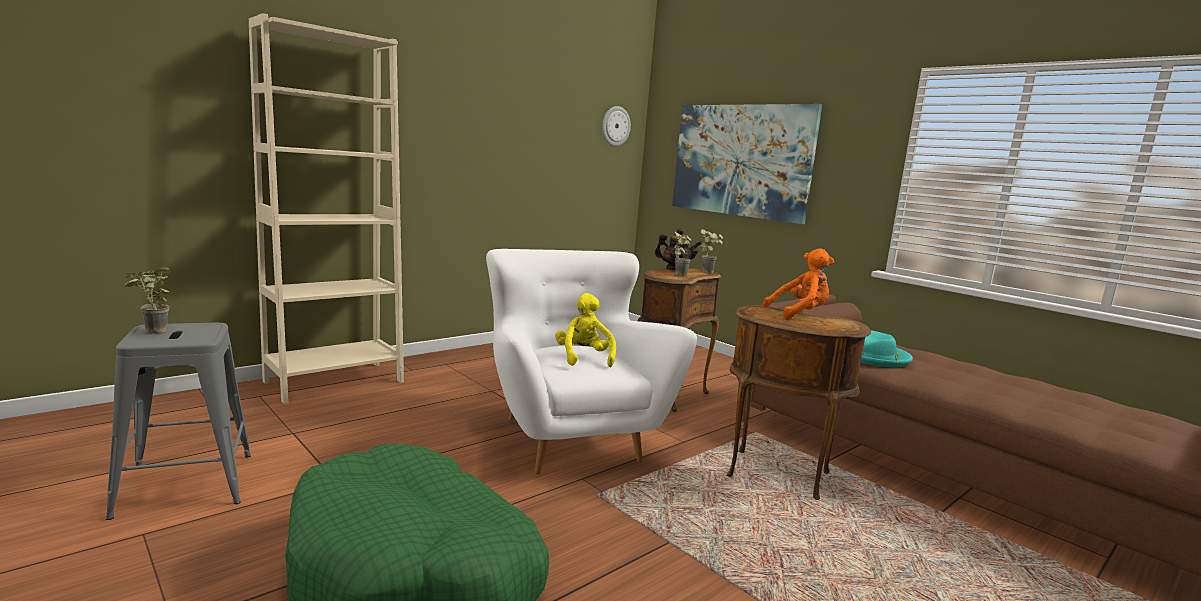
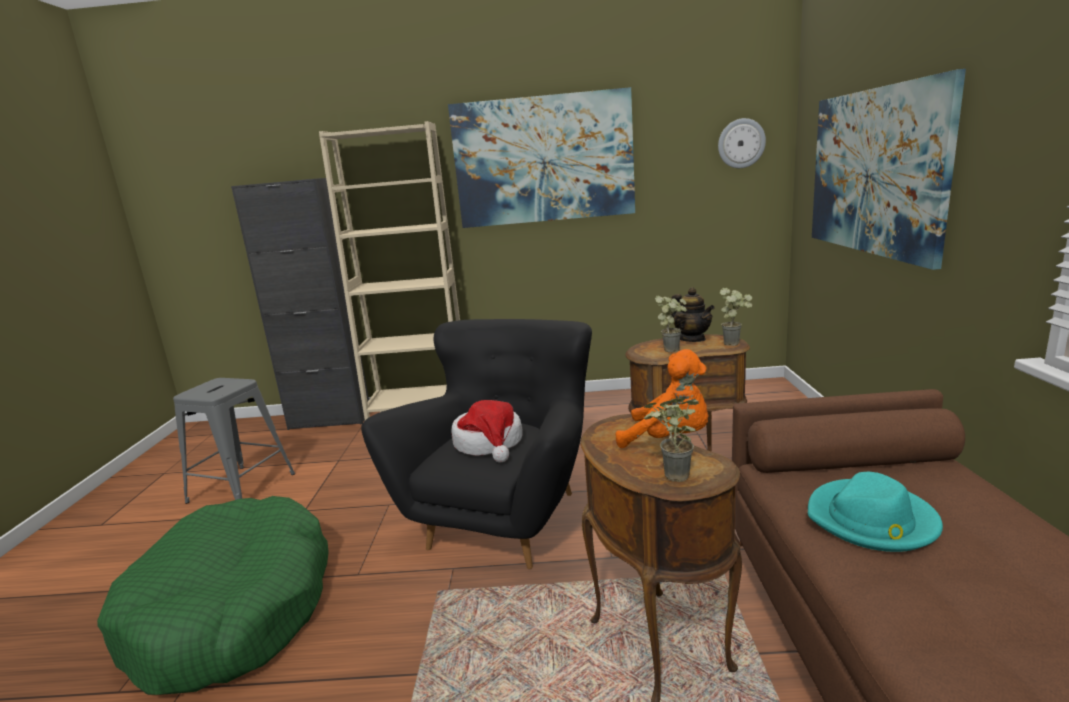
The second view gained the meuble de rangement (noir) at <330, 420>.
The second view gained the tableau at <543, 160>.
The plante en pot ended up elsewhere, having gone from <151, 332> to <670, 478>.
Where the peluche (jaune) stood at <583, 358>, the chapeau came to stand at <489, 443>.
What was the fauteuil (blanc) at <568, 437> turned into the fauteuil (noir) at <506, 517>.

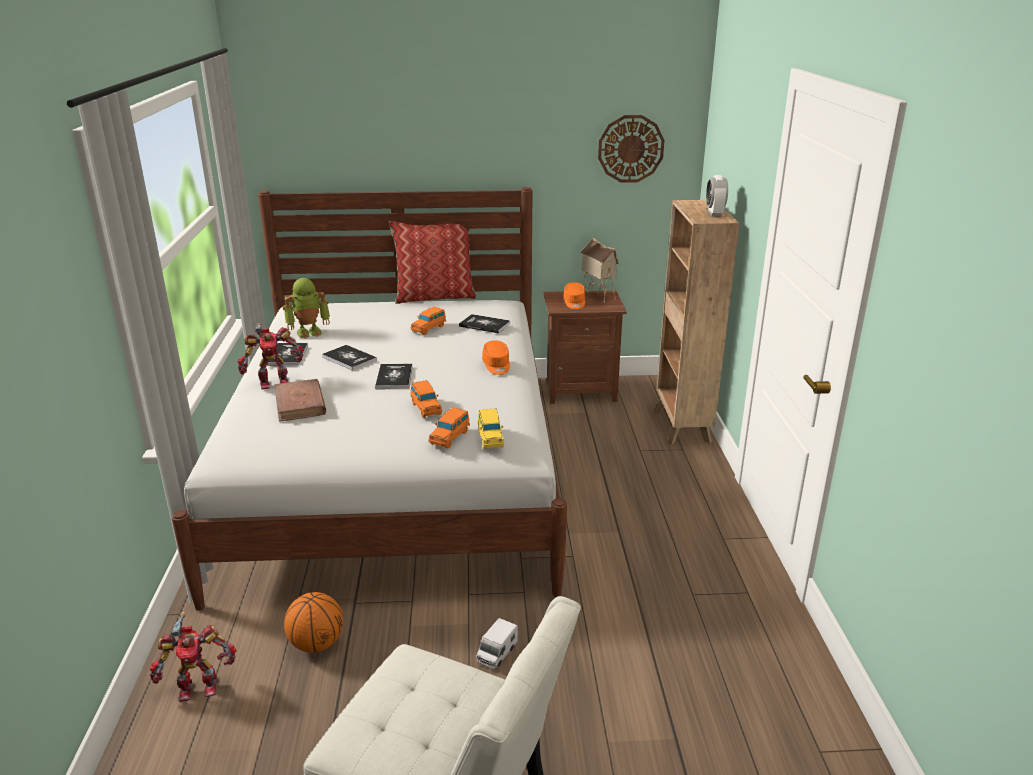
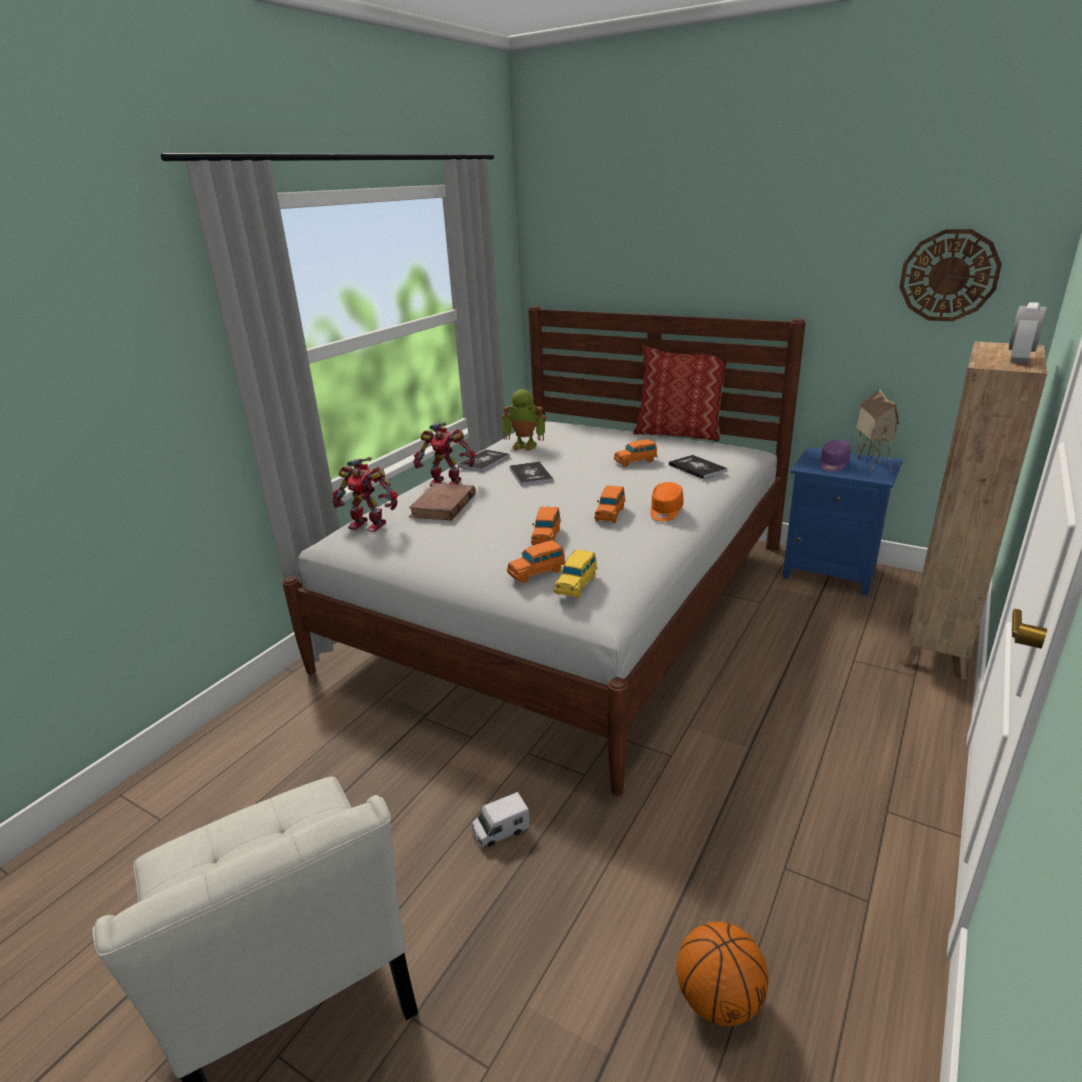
The second view lost the livre at <394, 377>.
The second view gained the petite voiture (orange) at <610, 514>.
The robot jouet ended up elsewhere, having gone from <198, 686> to <369, 524>.
The ballon de basket ended up elsewhere, having gone from <317, 644> to <718, 1000>.
What was the table de chevet (marron) at <580, 390> turned into the table de chevet (bleu) at <830, 571>.
What was the casquette (orange) at <574, 303> turned into the casquette (violet) at <833, 464>.

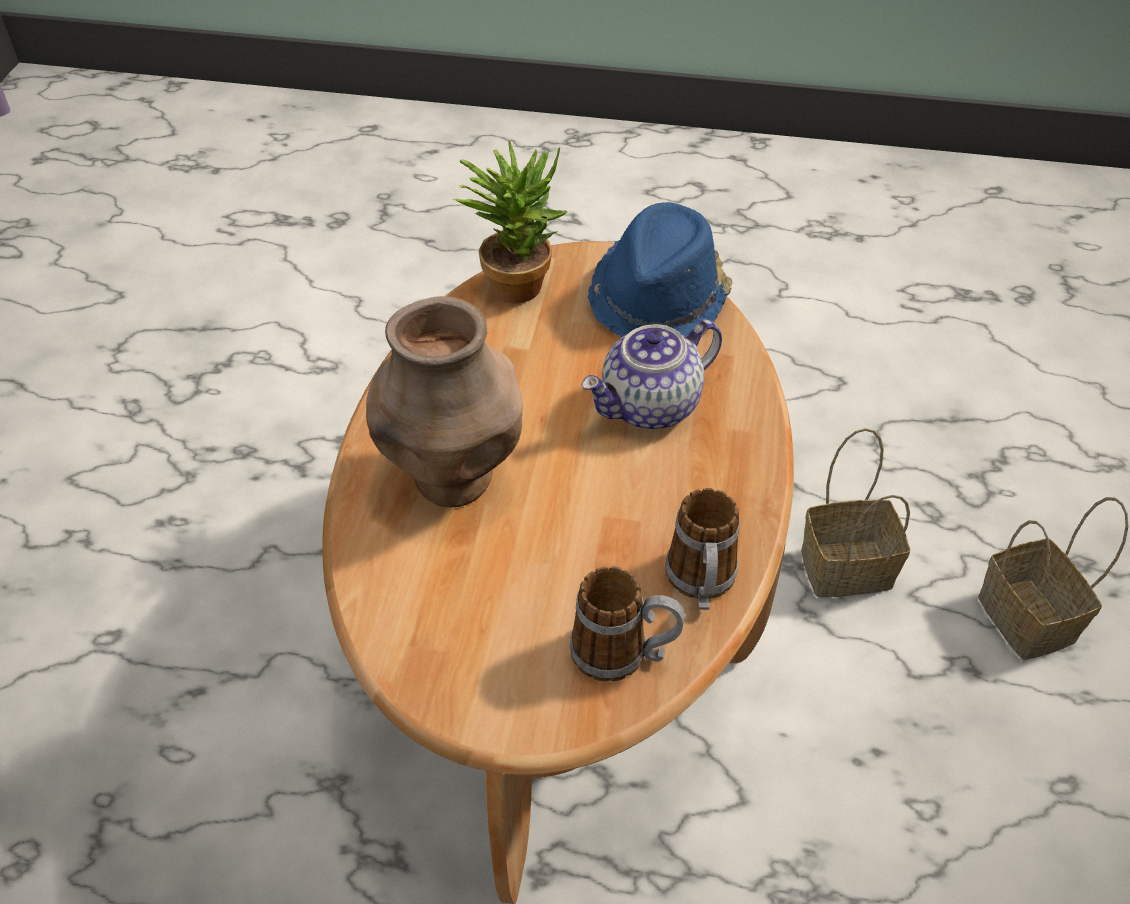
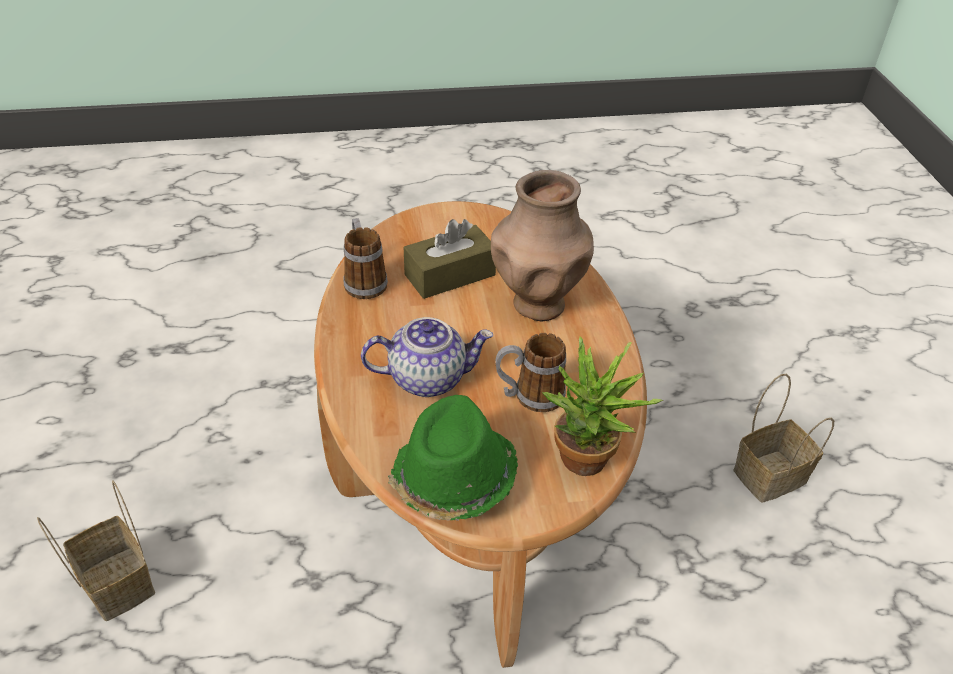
The second view gained the boîte à mouchoirs (marron) at <450, 275>.
The mug ended up elsewhere, having gone from <623, 654> to <529, 396>.
The panier ended up elsewhere, having gone from <848, 566> to <769, 478>.
What was the chapeau (bleu) at <660, 297> turned into the chapeau (vert) at <453, 479>.
The théière at <650, 407> ended up facing another way, 45 degrees clockwise from before.

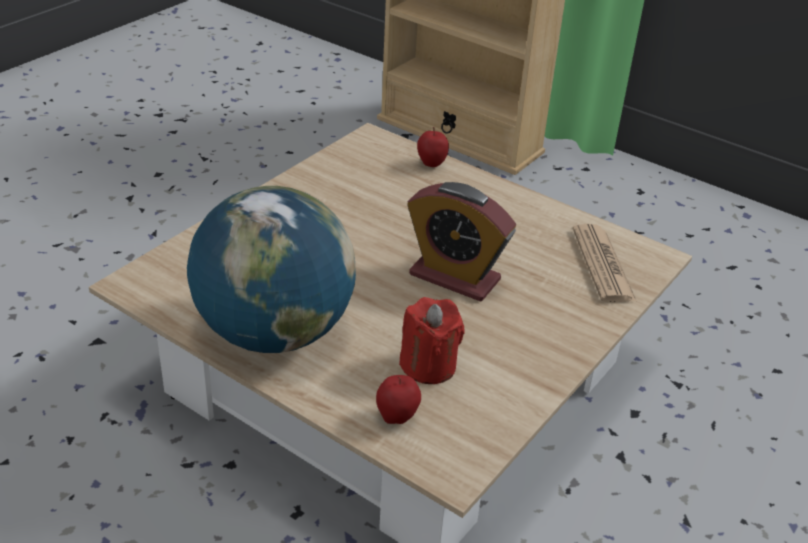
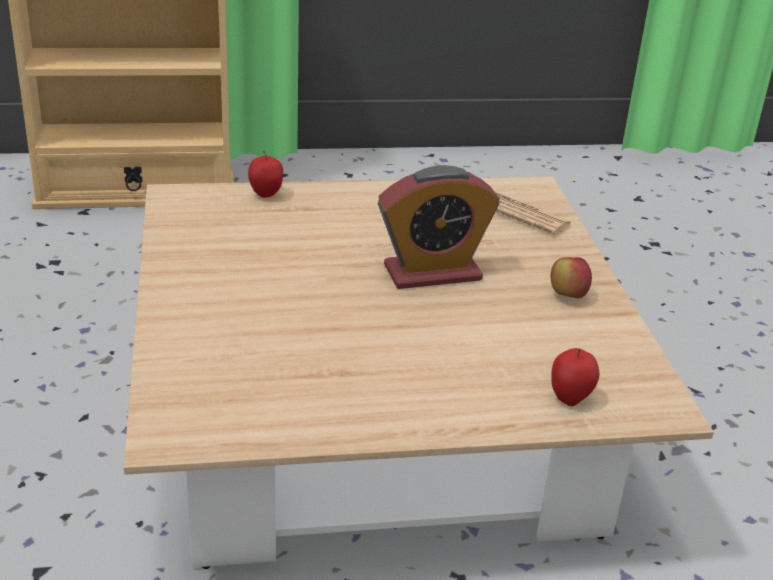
The second view lost the globe at <274, 332>.
The second view lost the bougie (rouge) at <428, 365>.
The second view gained the pomme at <567, 295>.

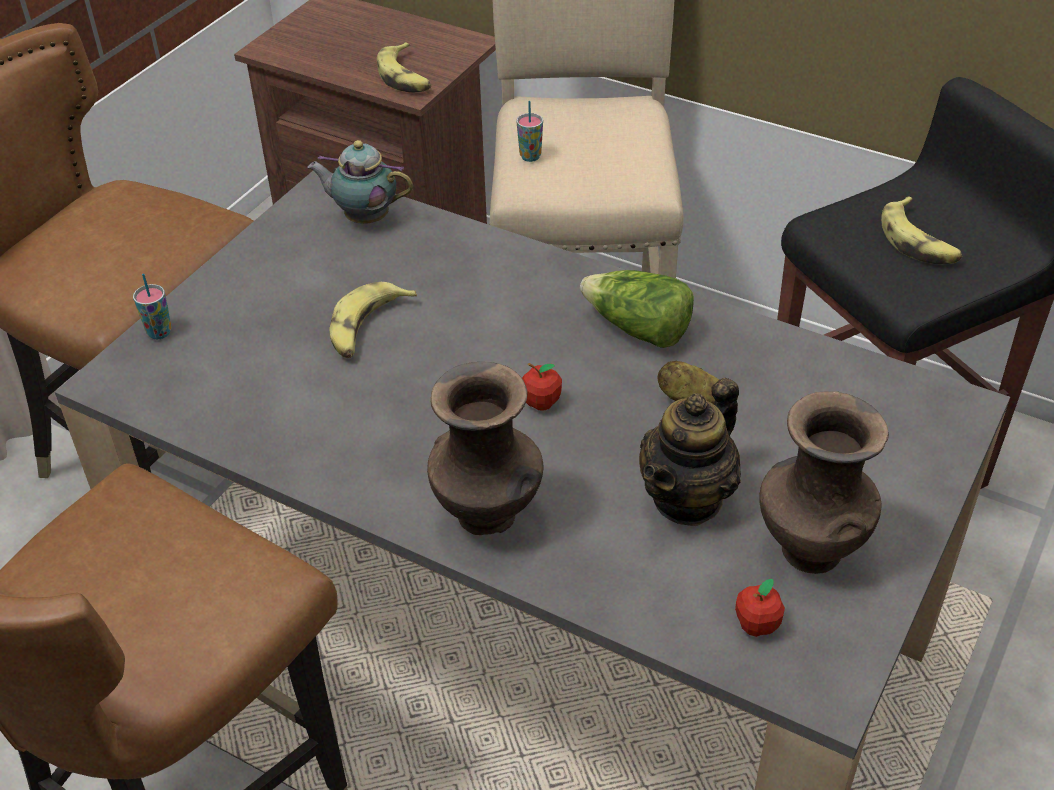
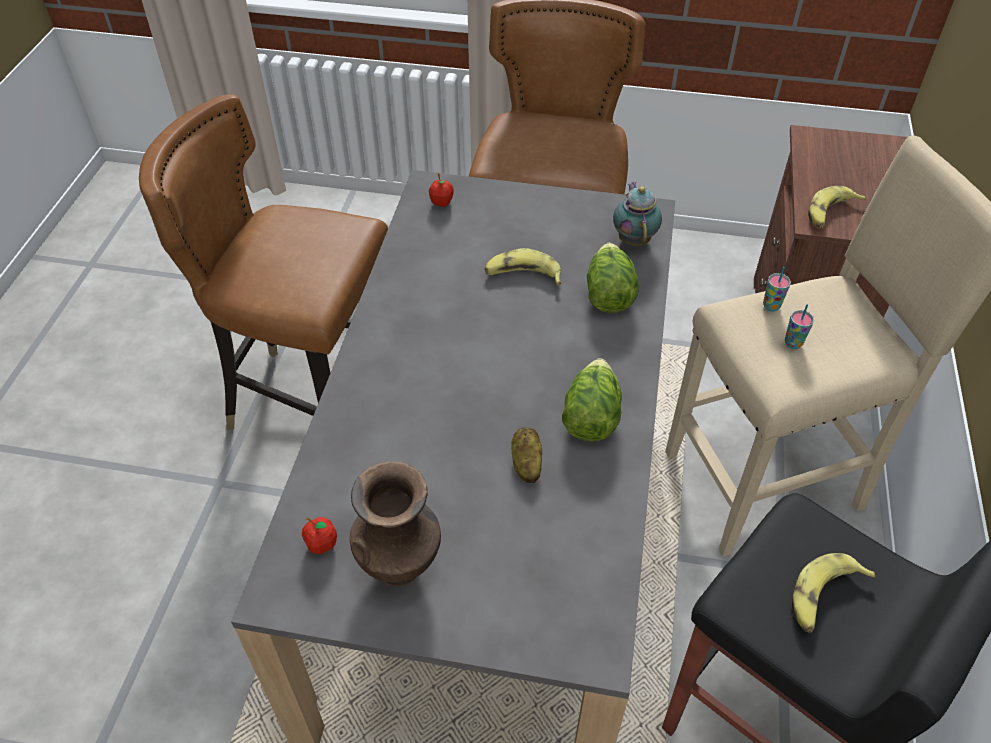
The second view lost the vase (marron) at <489, 516>.
The second view lost the théière at <688, 498>.
The second view gained the laitue at <608, 293>.
The tasse ended up elsewhere, having gone from <159, 332> to <793, 343>.
The pomme ended up elsewhere, having gone from <541, 402> to <441, 203>.

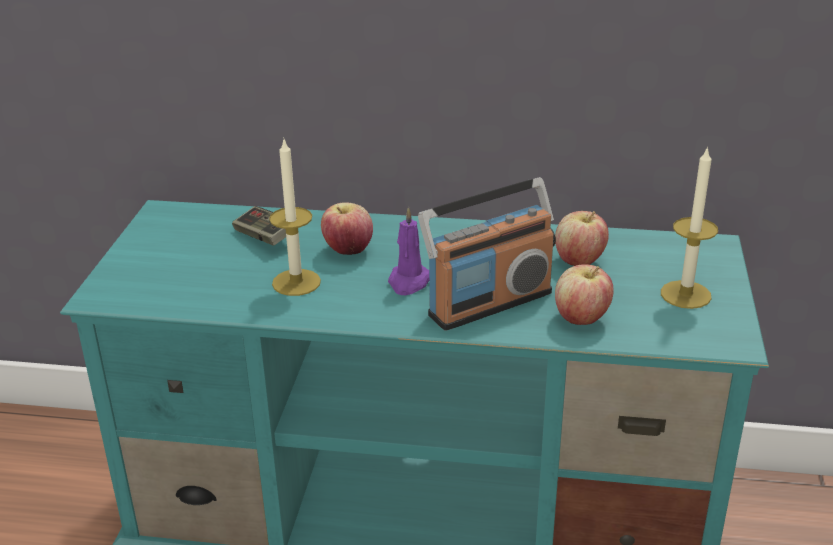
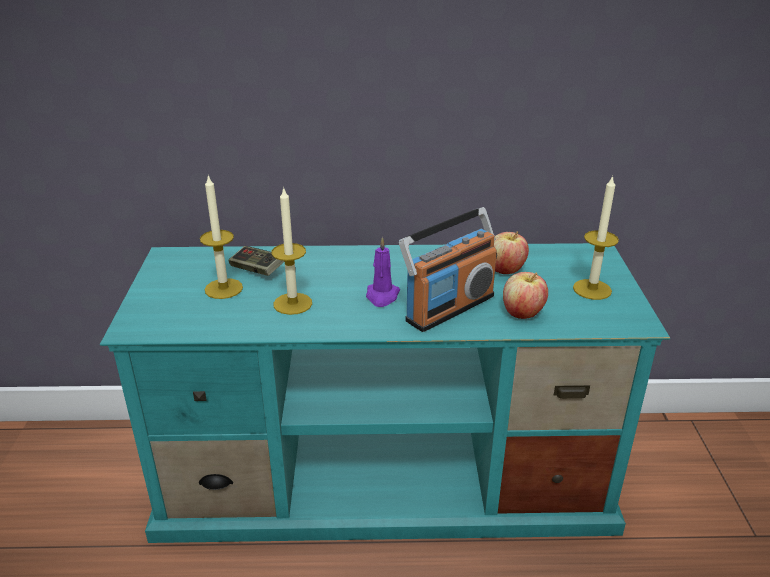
The second view lost the pomme at <348, 250>.
The second view gained the bougie at <223, 288>.

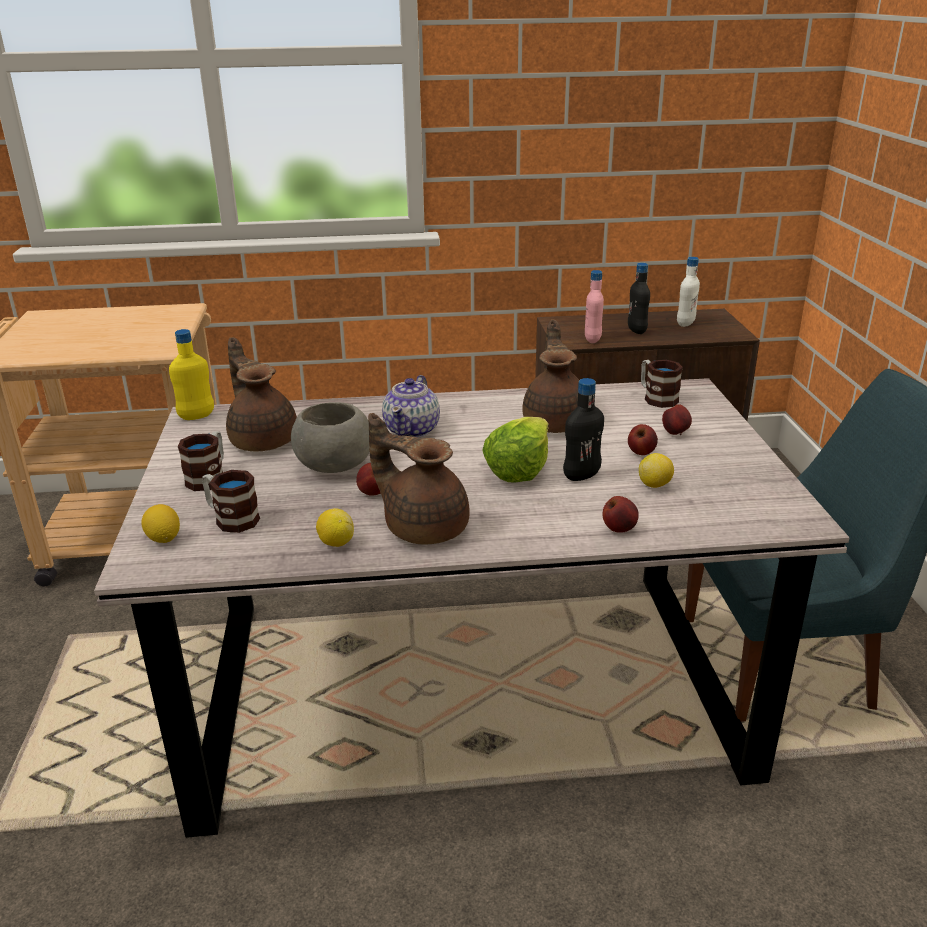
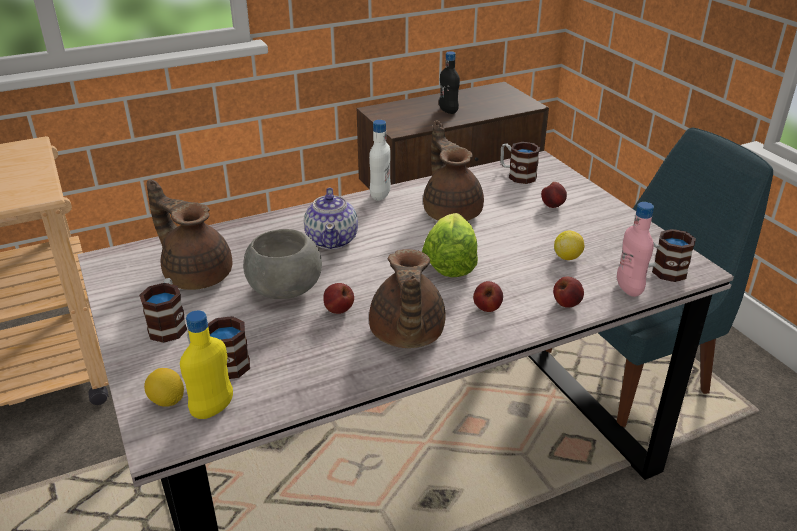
The second view lost the citron at <336, 543>.
The second view lost the bouteille (noir) at <581, 476>.
The second view gained the mug at <661, 272>.
The bouteille (jaune) ended up elsewhere, having gone from <196, 416> to <213, 409>.
The bouteille (rose) ended up elsewhere, having gone from <592, 339> to <629, 288>.
The pomme ended up elsewhere, having gone from <641, 453> to <487, 308>.
The bouteille (blanc) ended up elsewhere, having gone from <685, 323> to <380, 195>.
The théière (marron) at <423, 526> ended up facing another way, 105 degrees counterclockwise from before.

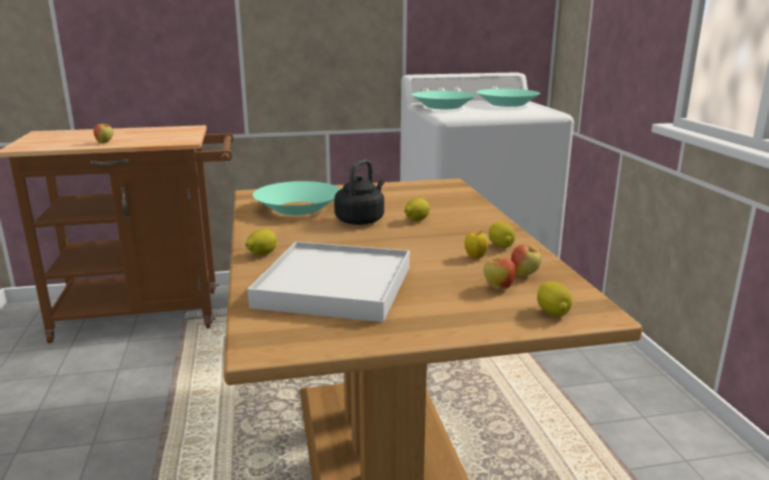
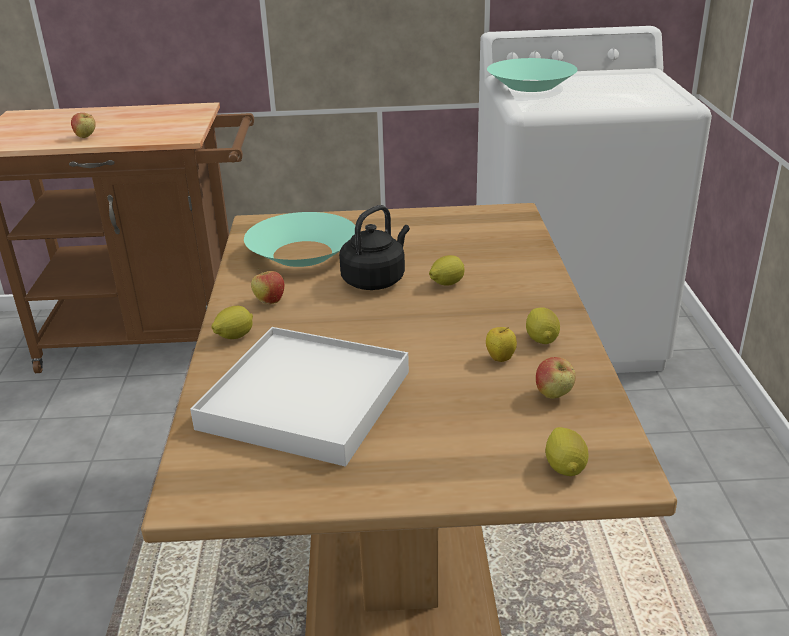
The second view lost the bol (turquoise) at <507, 104>.
The pomme ended up elsewhere, having gone from <498, 288> to <269, 301>.

